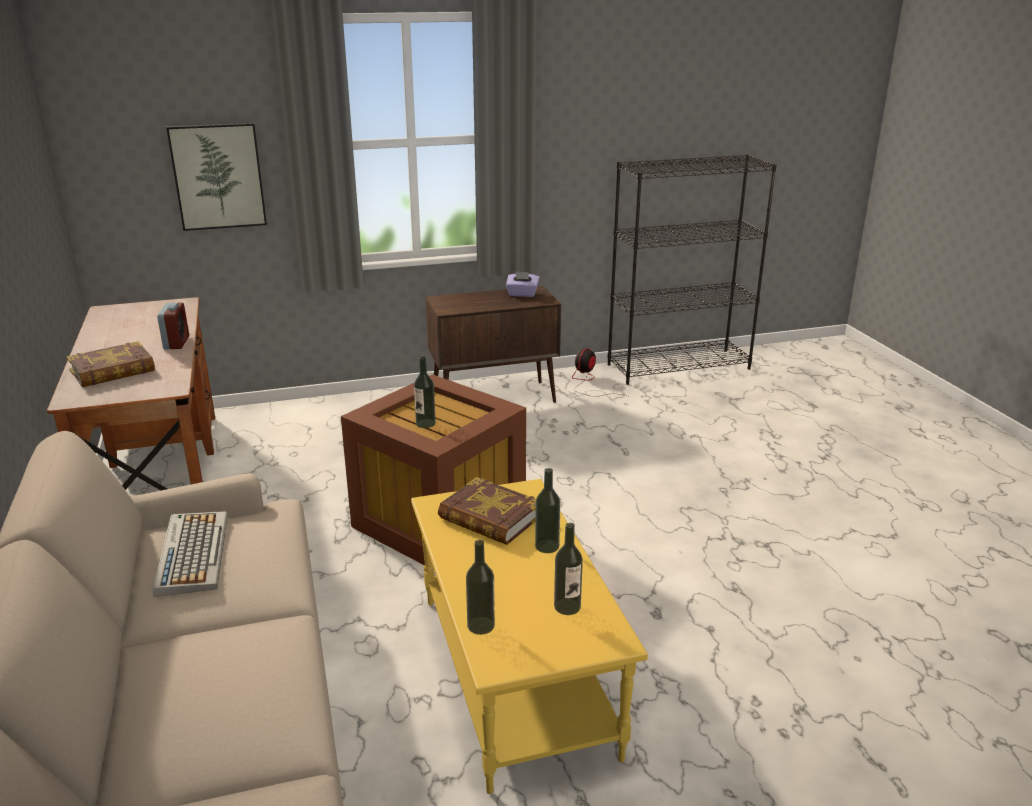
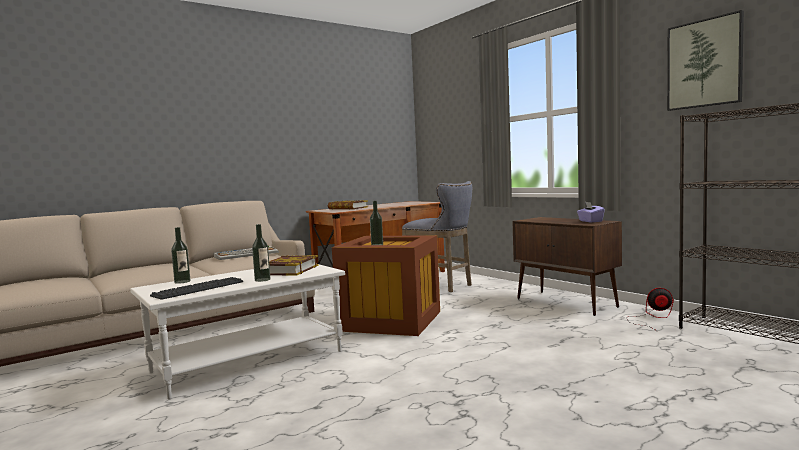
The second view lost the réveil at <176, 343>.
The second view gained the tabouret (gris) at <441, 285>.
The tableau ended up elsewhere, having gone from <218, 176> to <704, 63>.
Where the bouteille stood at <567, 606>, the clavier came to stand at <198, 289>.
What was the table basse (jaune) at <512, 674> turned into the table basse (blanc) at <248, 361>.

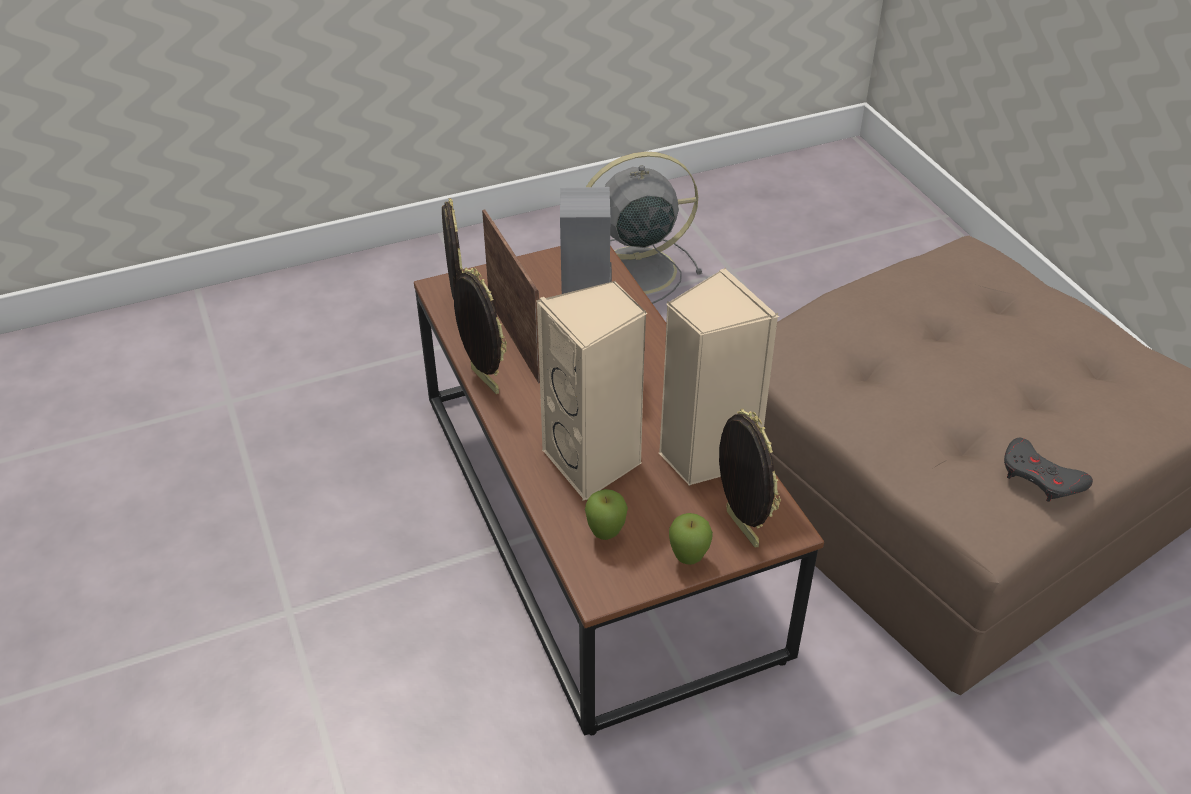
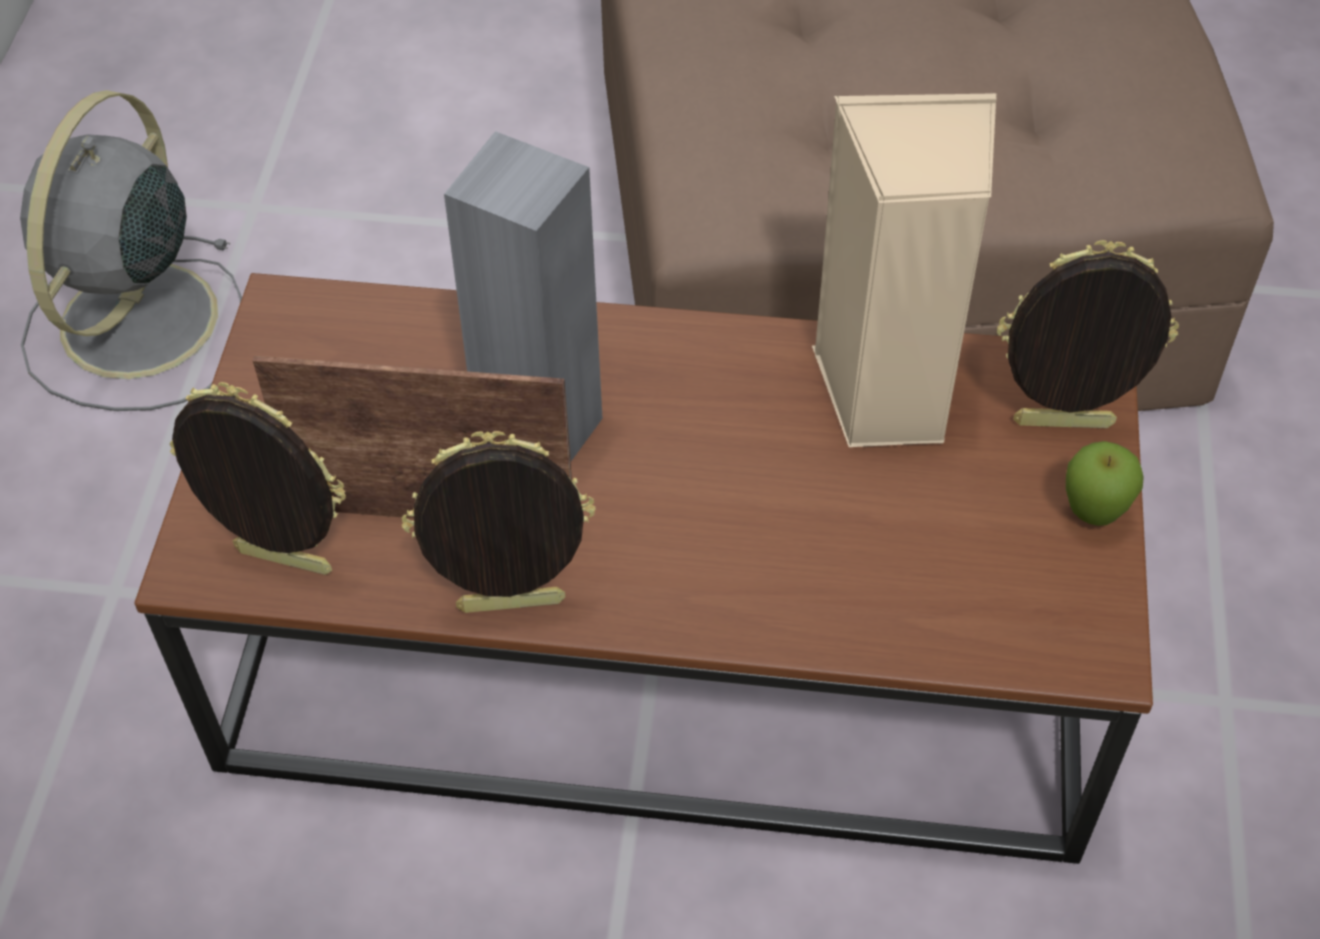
The second view lost the enceinte (beige) at <594, 462>.
The second view lost the pomme at <605, 535>.
The second view lost the manette (gris) at <1041, 477>.

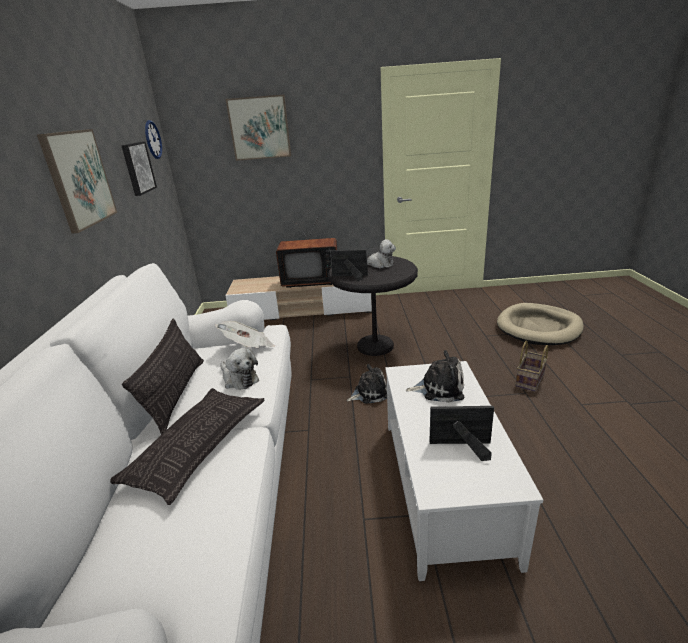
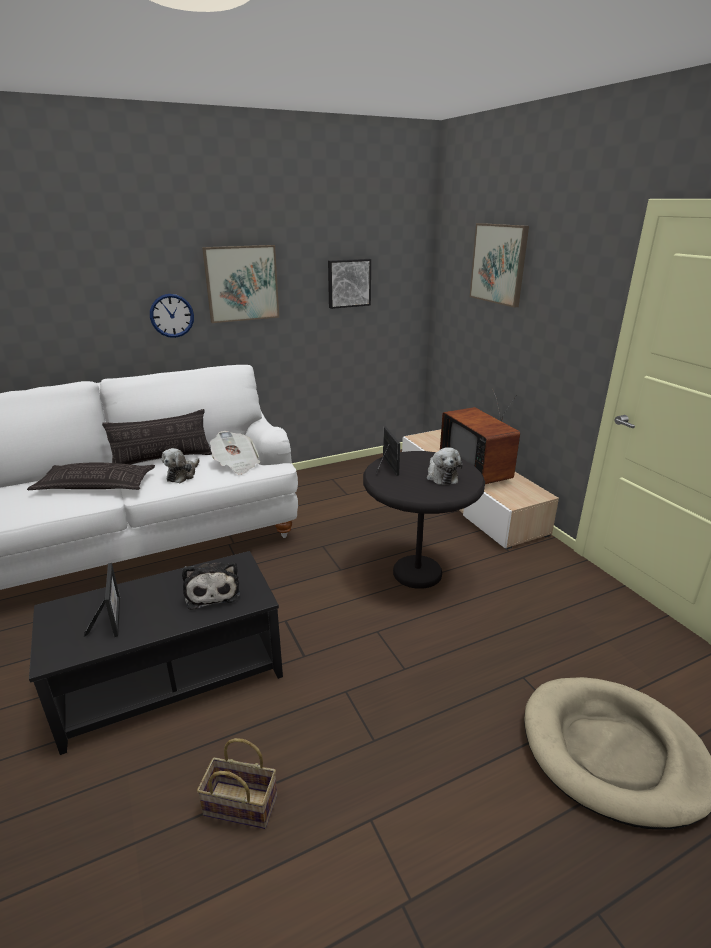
The second view lost the peluche at <369, 393>.
The horloge murale ended up elsewhere, having gone from <153, 139> to <172, 315>.
The panier ended up elsewhere, having gone from <530, 380> to <238, 806>.
What was the table basse (blanc) at <442, 486> turned into the table basse (noir) at <171, 675>.

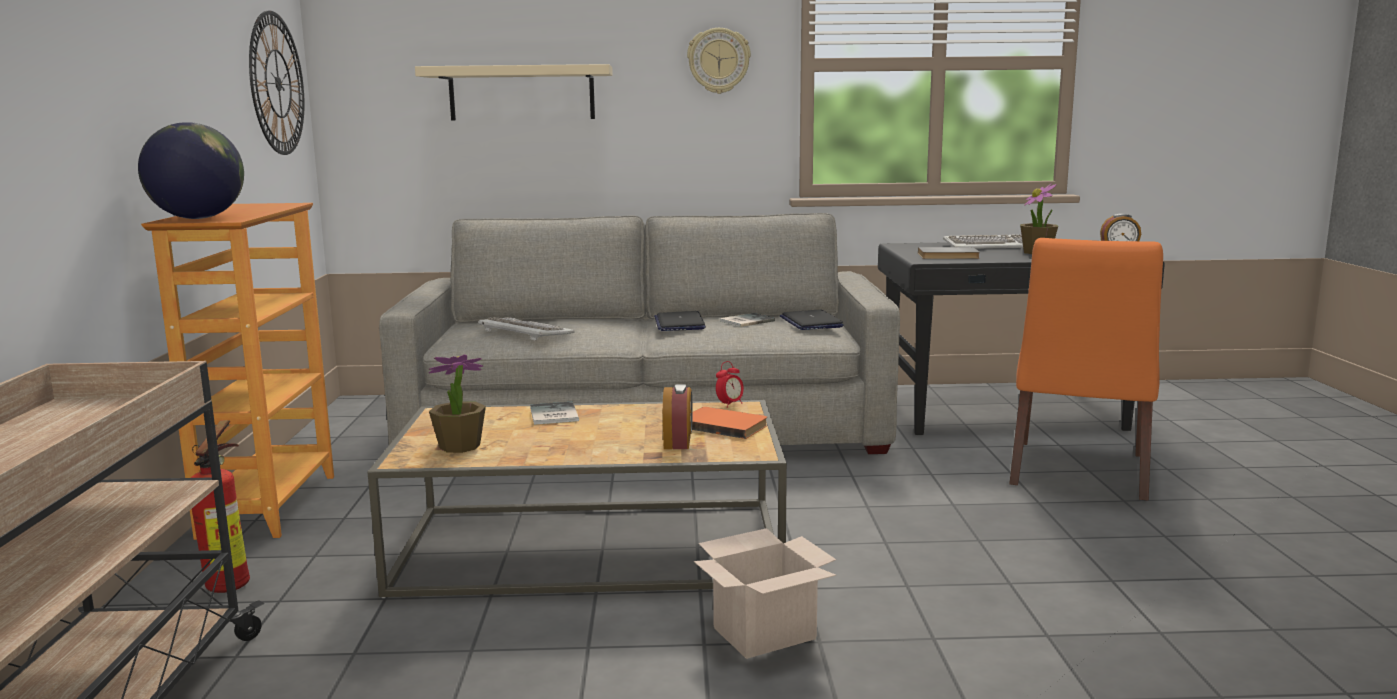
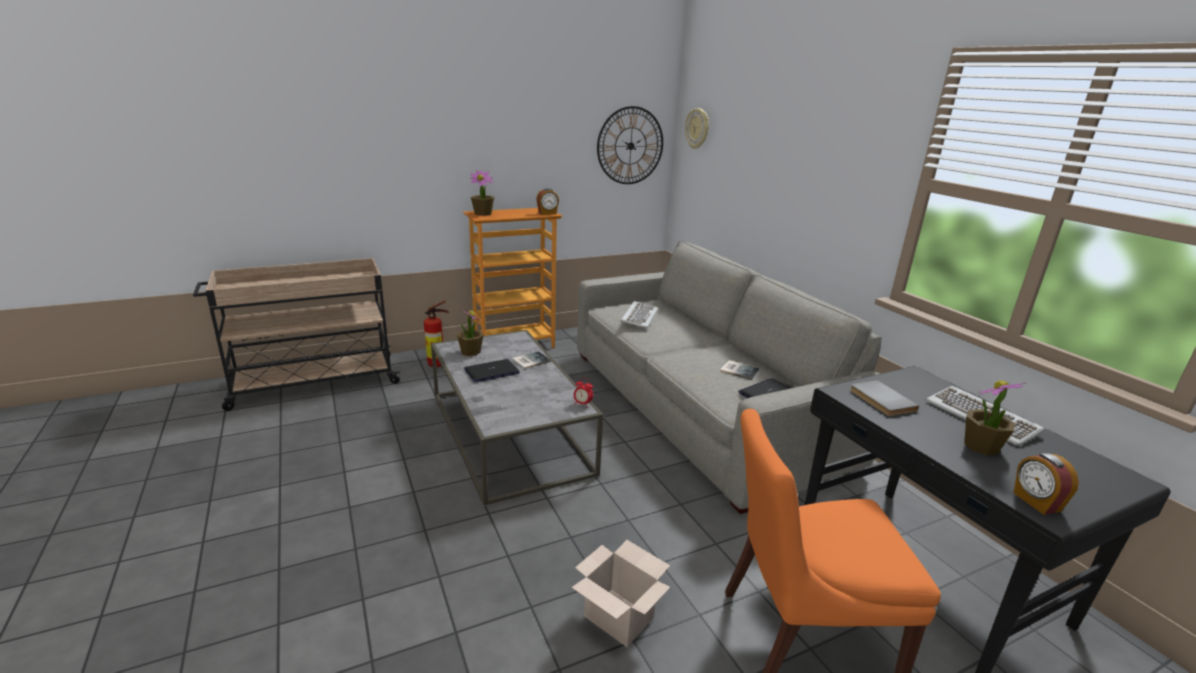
The second view lost the étagère (beige) at <522, 93>.
The second view lost the livre (orange) at <725, 425>.
The ordinateur portable ended up elsewhere, having gone from <679, 323> to <492, 371>.
The réveil ended up elsewhere, having gone from <678, 443> to <547, 213>.
The horloge murale ended up elsewhere, having gone from <718, 61> to <697, 128>.
The carton ended up elsewhere, having gone from <765, 632> to <620, 617>.
Where the globe stood at <198, 218>, the plante en pot came to stand at <483, 213>.
What was the table basse (marron) at <591, 547> turned into the table basse (gris) at <510, 433>.

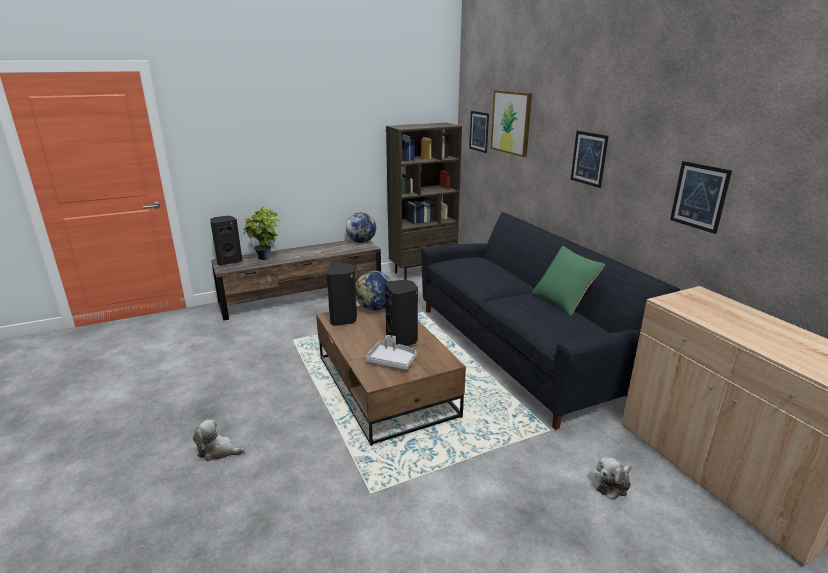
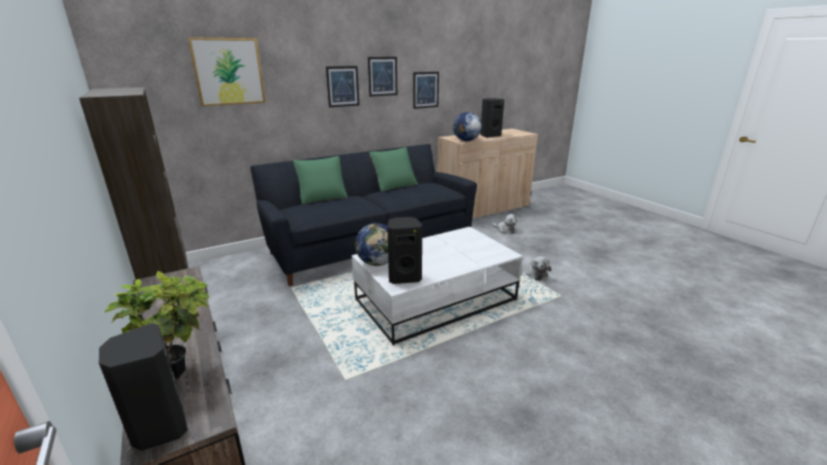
The second view lost the plateau (gris) at <392, 360>.
The second view gained the coussin (vert) at <322, 197>.
The peluche ended up elsewhere, having gone from <218, 451> to <536, 274>.
The globe ended up elsewhere, having gone from <361, 241> to <466, 140>.
The enceinte (noir) ended up elsewhere, having gone from <402, 340> to <490, 136>.
The tableau ended up elsewhere, having gone from <479, 131> to <382, 76>.
What was the table basse (marron) at <386, 386> turned into the table basse (blanc) at <436, 299>.

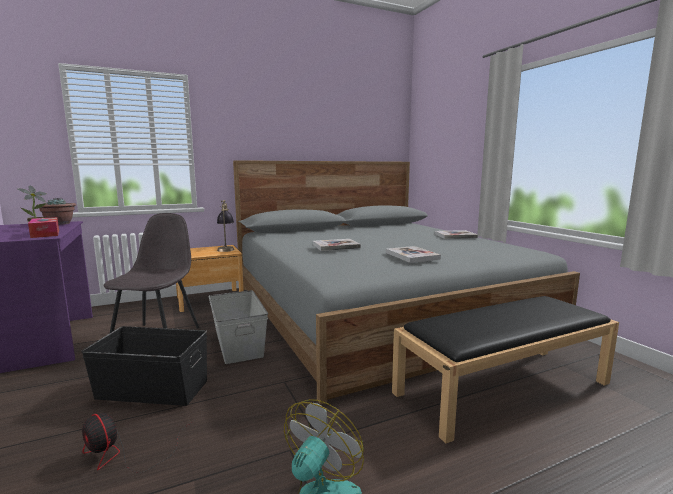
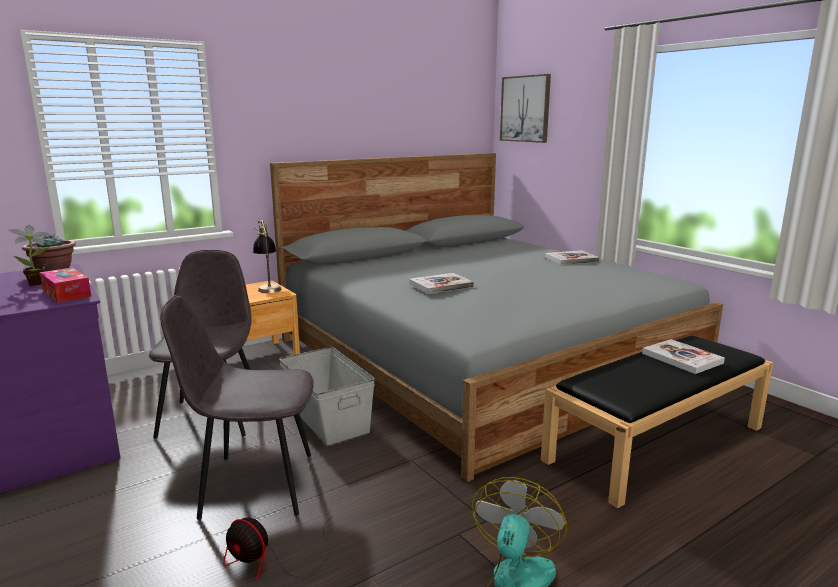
The second view gained the tableau at <525, 109>.
The livre ended up elsewhere, having gone from <412, 256> to <682, 358>.
Where the boîte de rangement (noir) stood at <152, 389>, the chaise (gris) came to stand at <254, 484>.

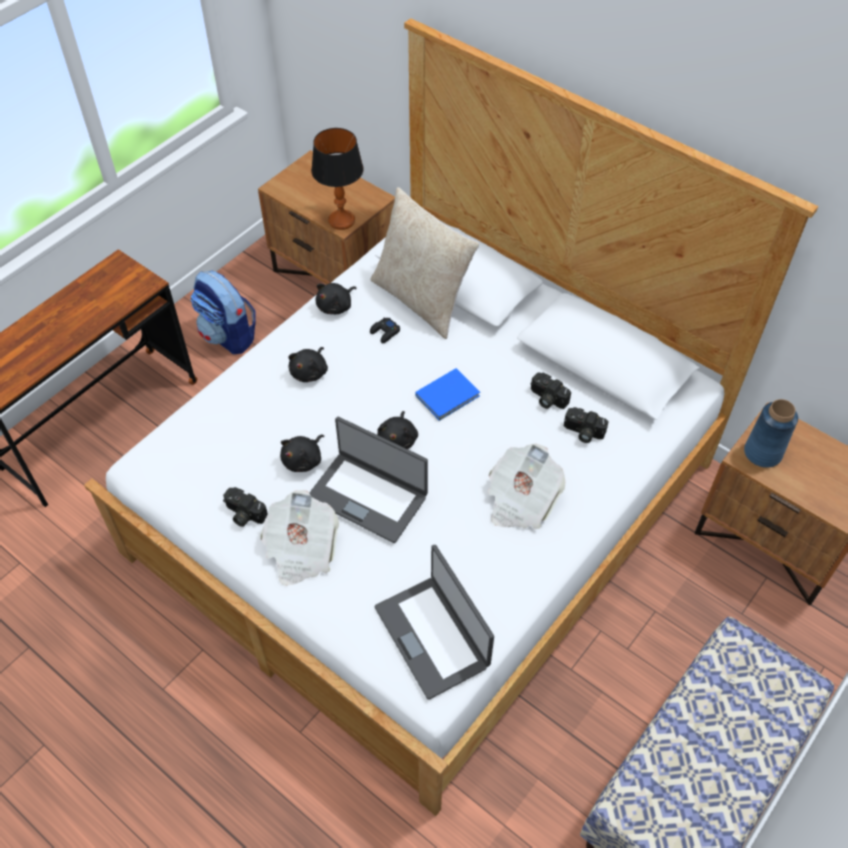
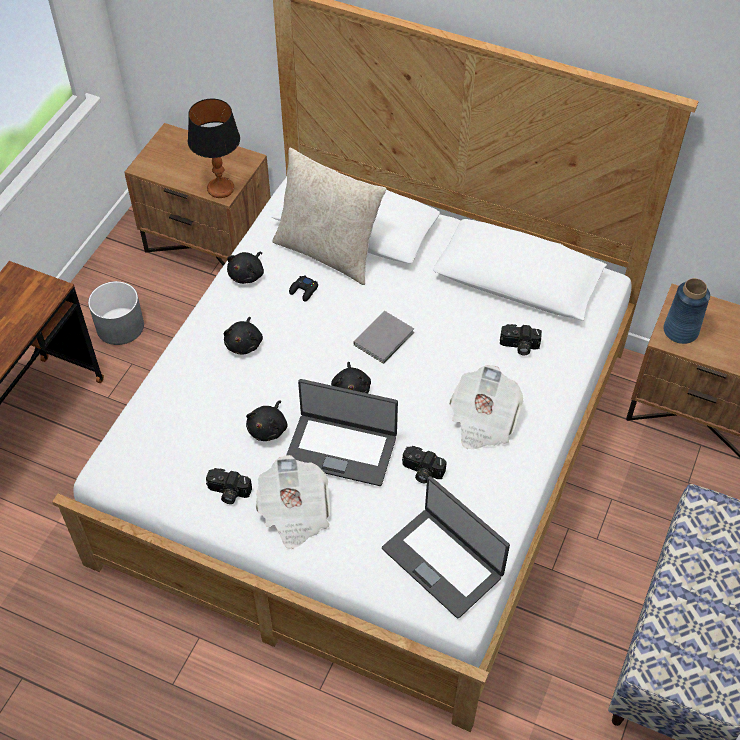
The appareil photo ended up elsewhere, having gone from <546, 399> to <421, 471>.
Where the sac à dos stood at <228, 336>, the cache-pot (gris) came to stand at <120, 326>.
What was the livre (bleu) at <449, 395> turned into the livre (gris) at <385, 338>.

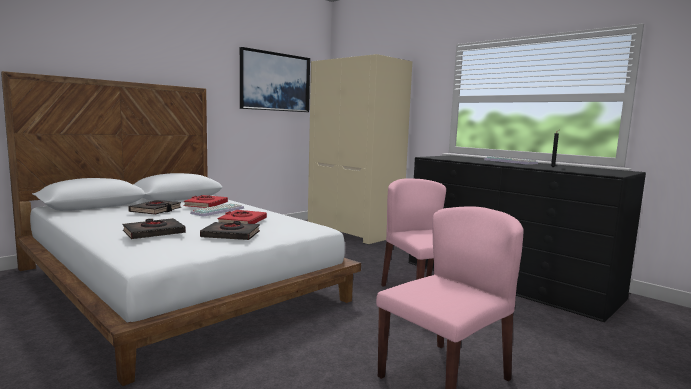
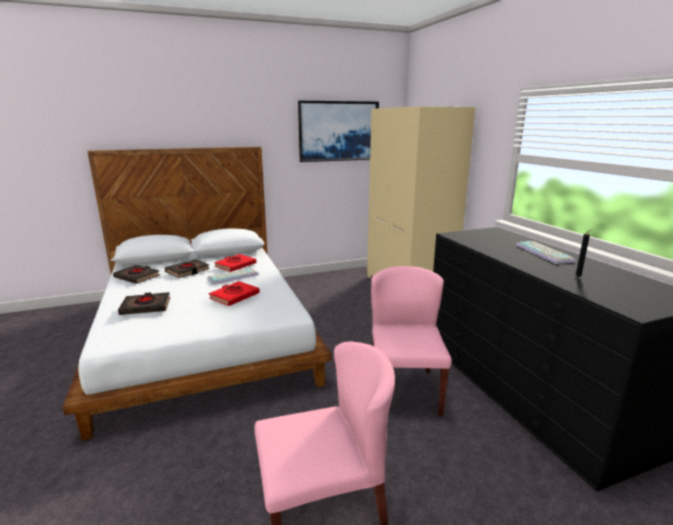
The livre (noir) ended up elsewhere, having gone from <231, 235> to <137, 277>.

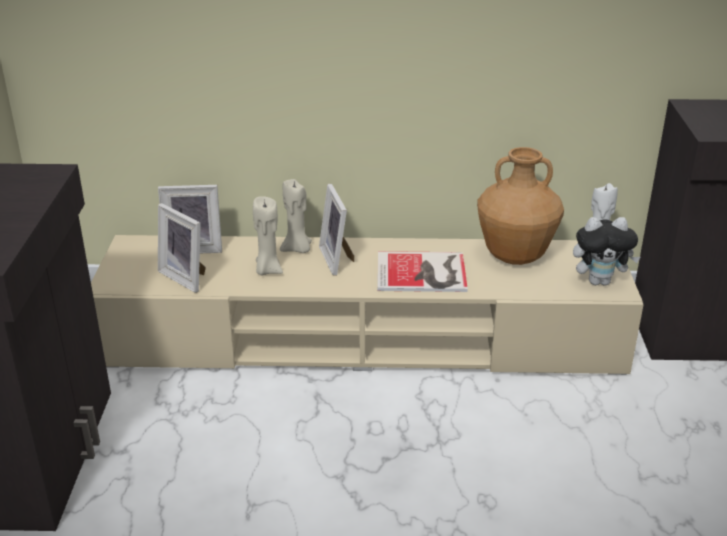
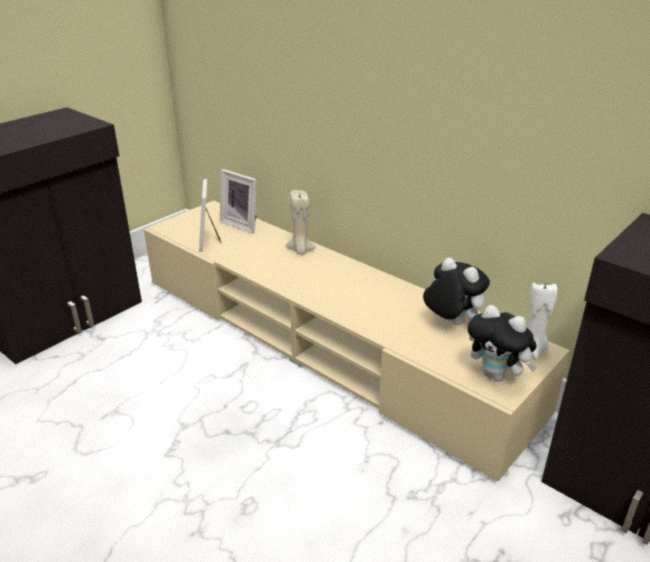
The second view lost the bougie (beige) at <267, 270>.
The second view lost the cadre photo at <338, 259>.
The second view lost the livre at <424, 273>.
Where the vase (marron) stood at <514, 257>, the peluche came to stand at <450, 322>.

